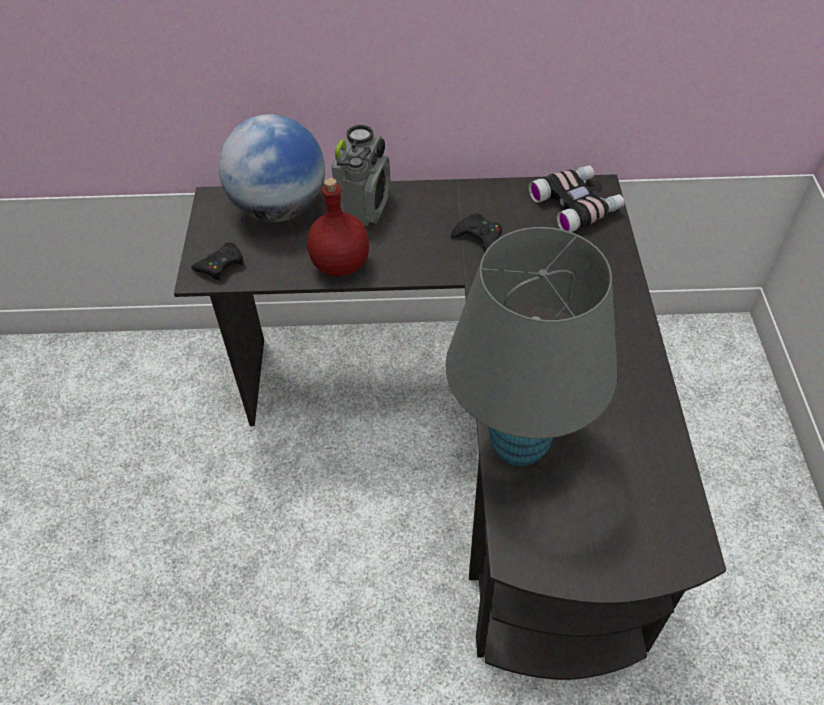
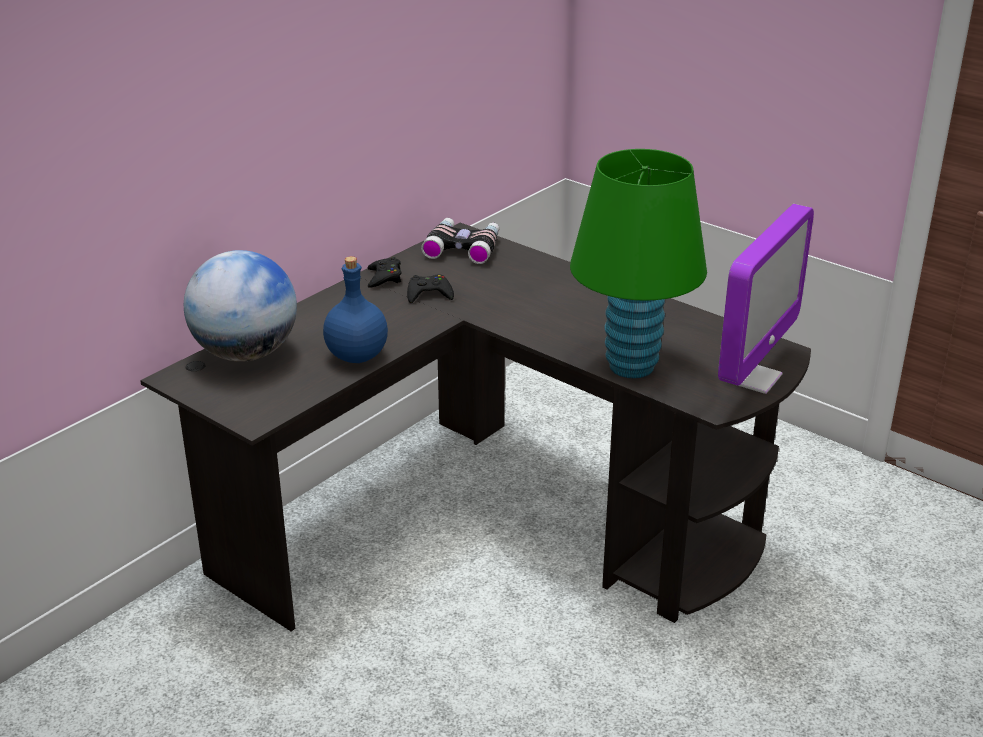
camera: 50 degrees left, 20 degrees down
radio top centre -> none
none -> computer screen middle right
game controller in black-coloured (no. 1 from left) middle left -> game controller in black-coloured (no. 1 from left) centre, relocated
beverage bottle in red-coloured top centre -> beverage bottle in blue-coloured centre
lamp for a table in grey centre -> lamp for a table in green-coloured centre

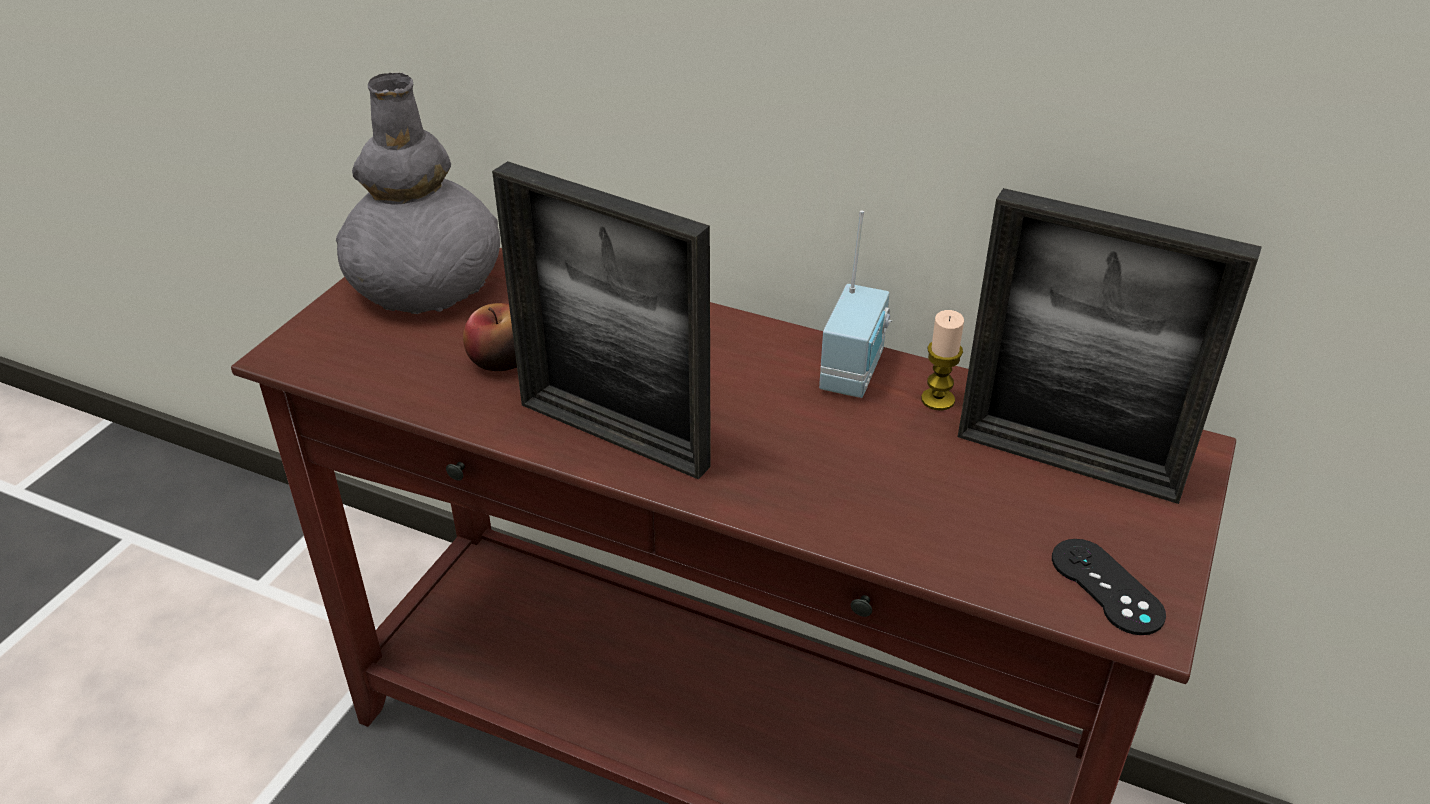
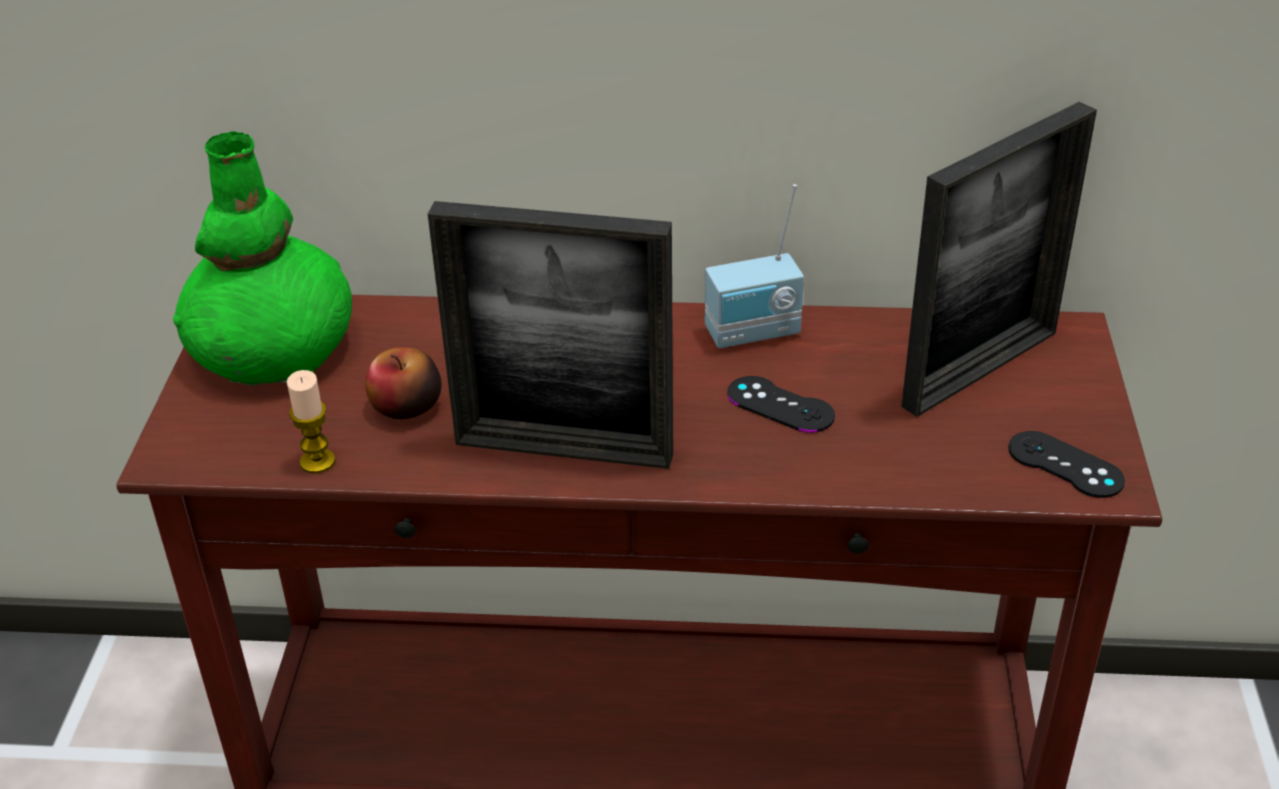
camera: 20 degrees left, 0 degrees up
none -> game controller in black-coloured (no. 1 from left) centre
wax light centre -> wax light middle left, relocated
vase in grey top left -> vase in green-coloured top left
radio centre, 75 degrees clockwise
standing frame (no. 2 from left) middle right -> standing frame (no. 2 from left) top right, 45 degrees counterclockwise

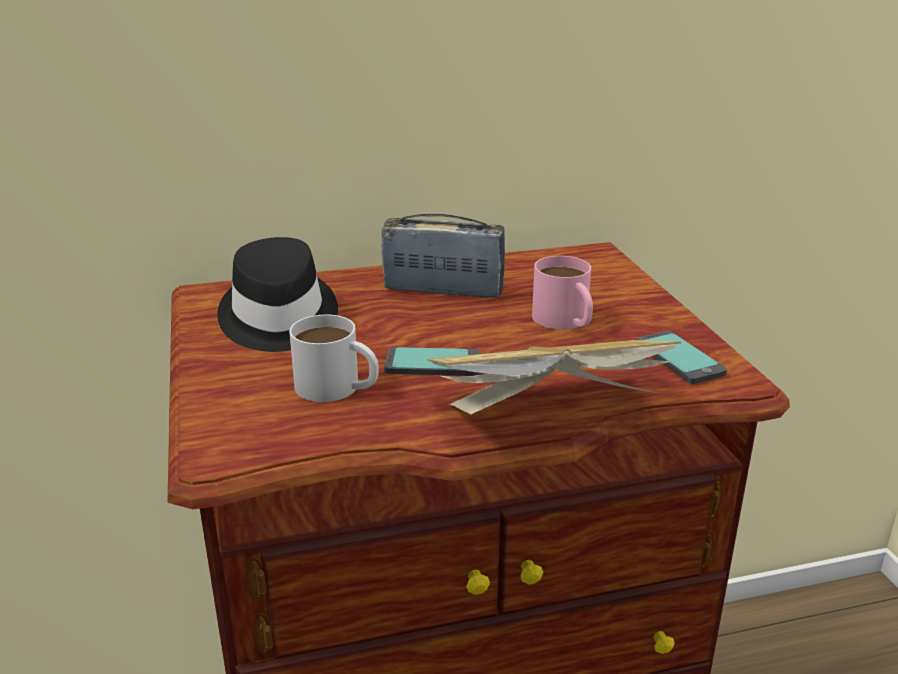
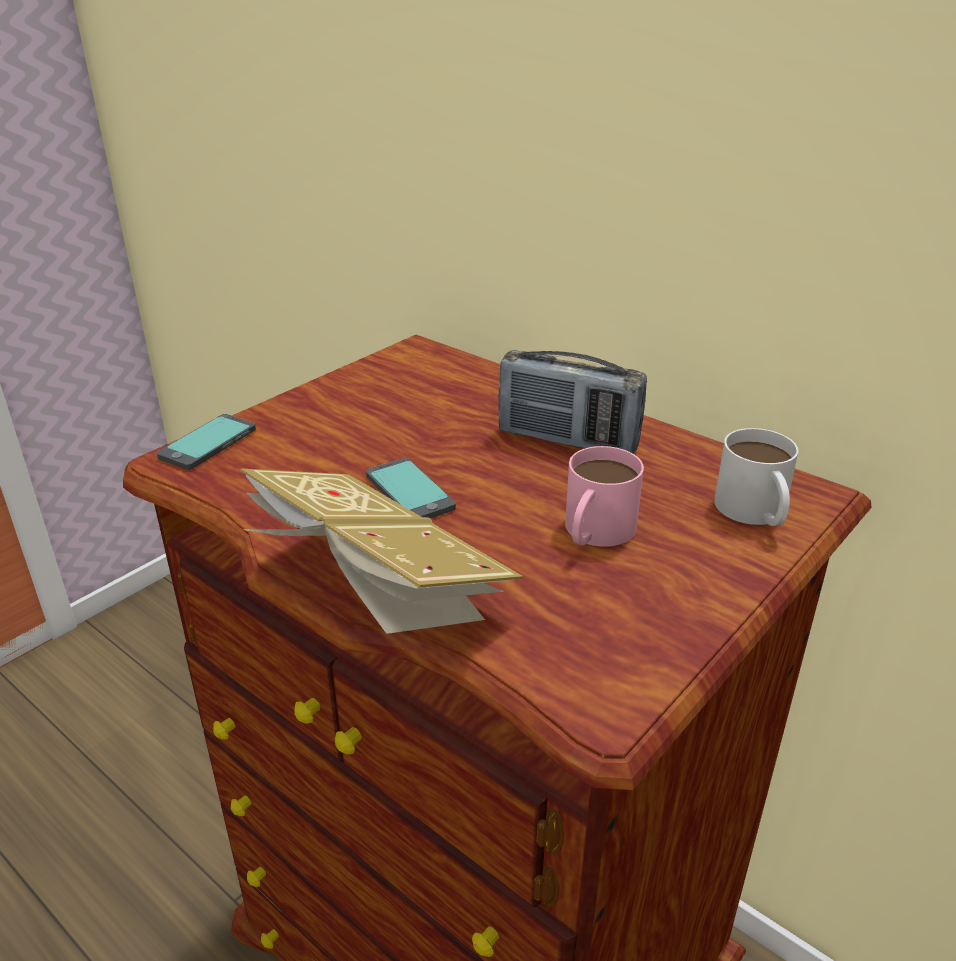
camera: 55 degrees right, 5 degrees up
clothing hat in black-coloured middle left -> none
tea mug in white centre -> tea mug in white middle right, relocated
handset (no. 2 from left in the first image) middle right -> handset (no. 1 from left) middle left, relocated
radio centre, 135 degrees clockwise

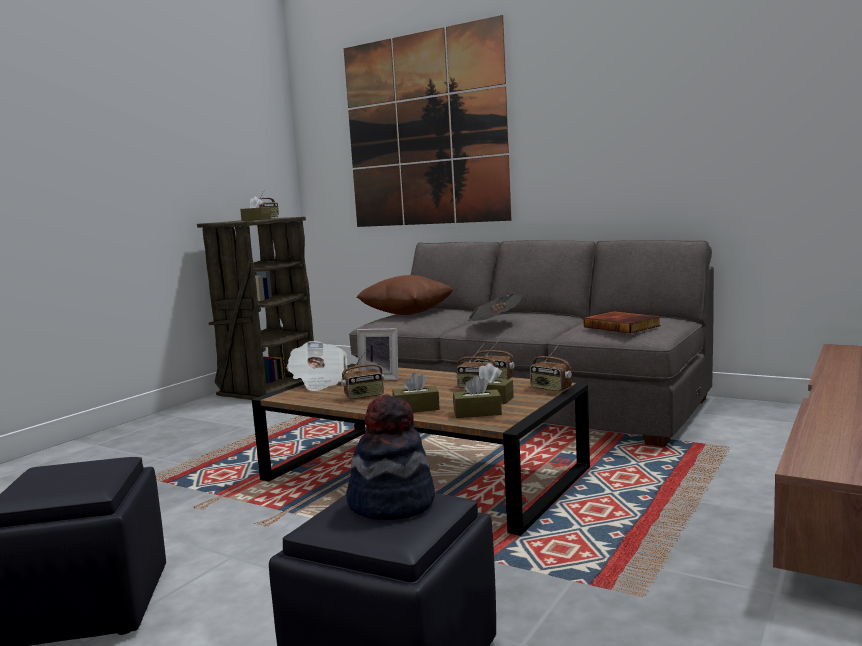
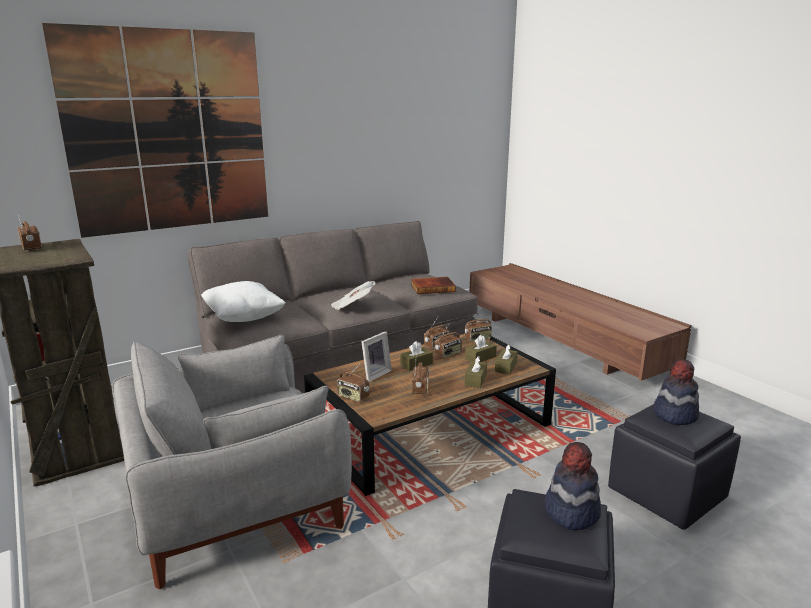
camera: 65 degrees left, 10 degrees up
none -> armchair in grey bottom left
none -> clothing hat (no. 1 from left) bottom right
box of tissues in brown (no. 1 from left) top left -> box of tissues in brown (no. 1 from left) centre, relocated
daily paper (no. 1 from left) centre -> radio (no. 2 from left) centre
pillow in brown centre -> pillow in white middle left

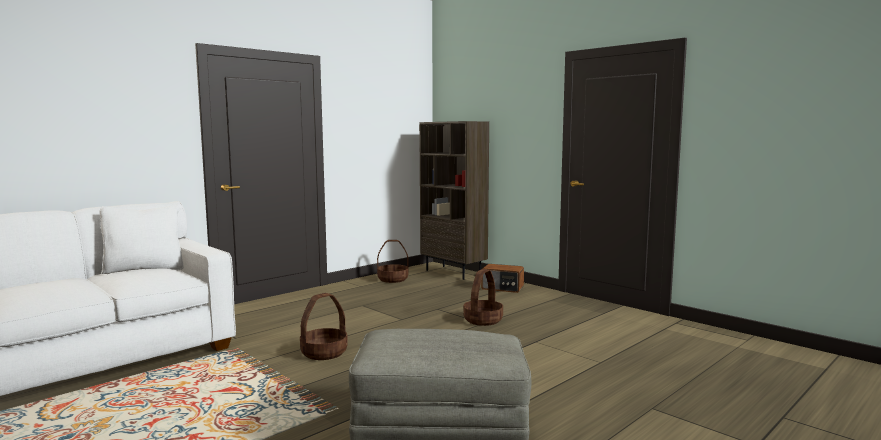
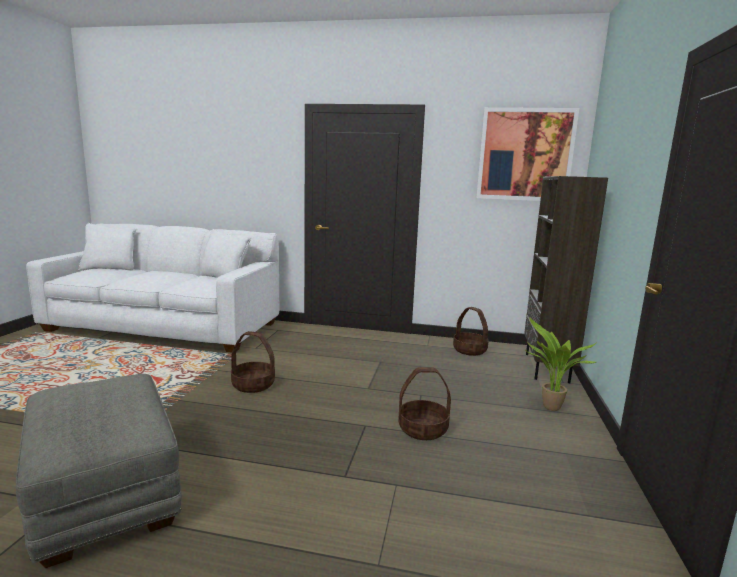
camera: 55 degrees right, 5 degrees up
none -> picture top right
radio centre -> houseplant middle right

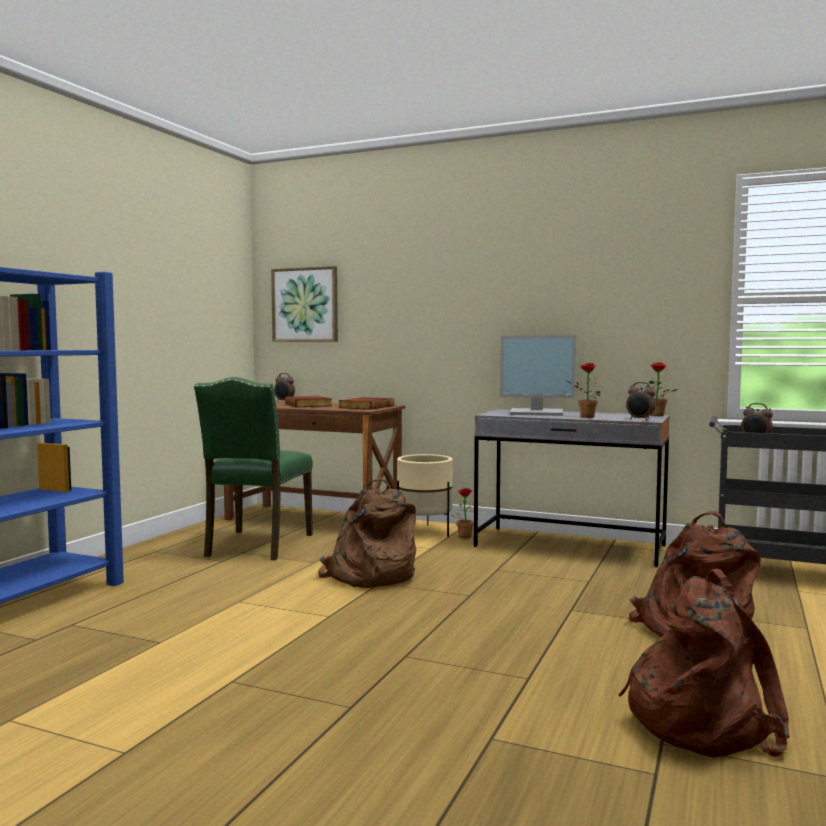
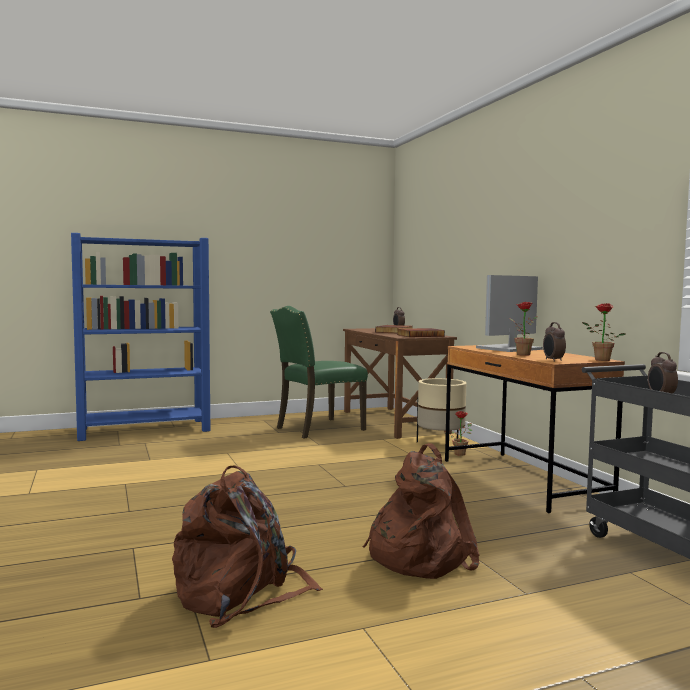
camera: 45 degrees right, 0 degrees up
picture centre -> none
rucksack in brown (no. 1 from left) centre -> none
desk in grey middle right -> desk in brown (no. 2 from left) middle right
computer screen centre -> computer screen middle right, 90 degrees clockwise

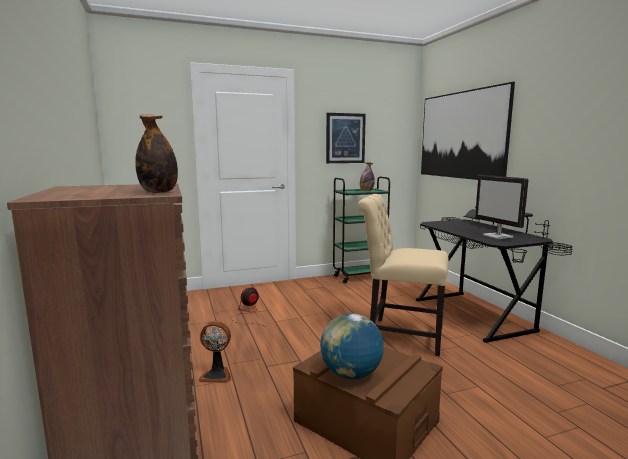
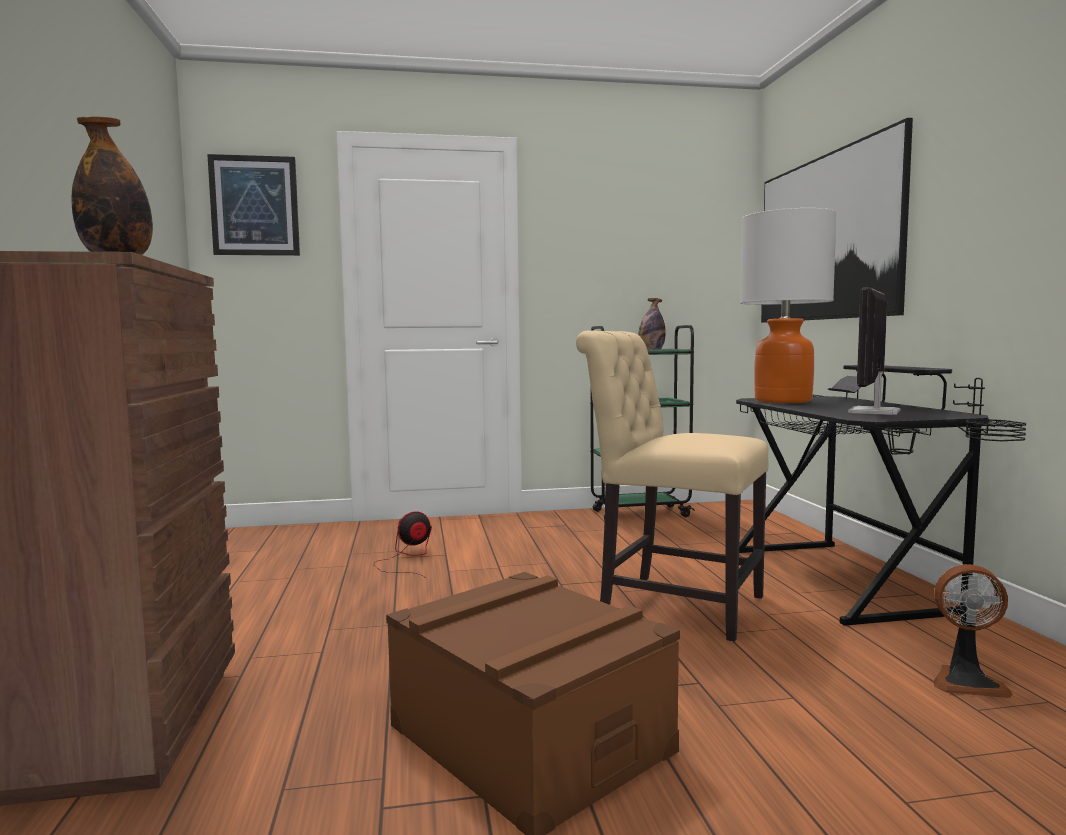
camera: 10 degrees right, 5 degrees down
world globe bottom centre -> none
none -> lamp for a table middle right
cooling fan (no. 1 from left in the first image) bottom centre -> cooling fan (no. 2 from left) bottom right, relocated
picture (no. 1 from left) top centre -> picture (no. 1 from left) top left, relocated
computer screen middle right, 45 degrees clockwise

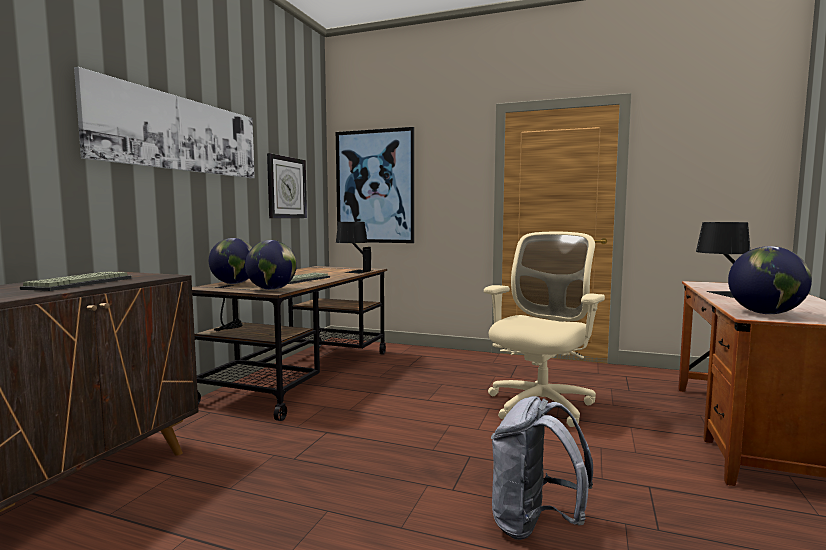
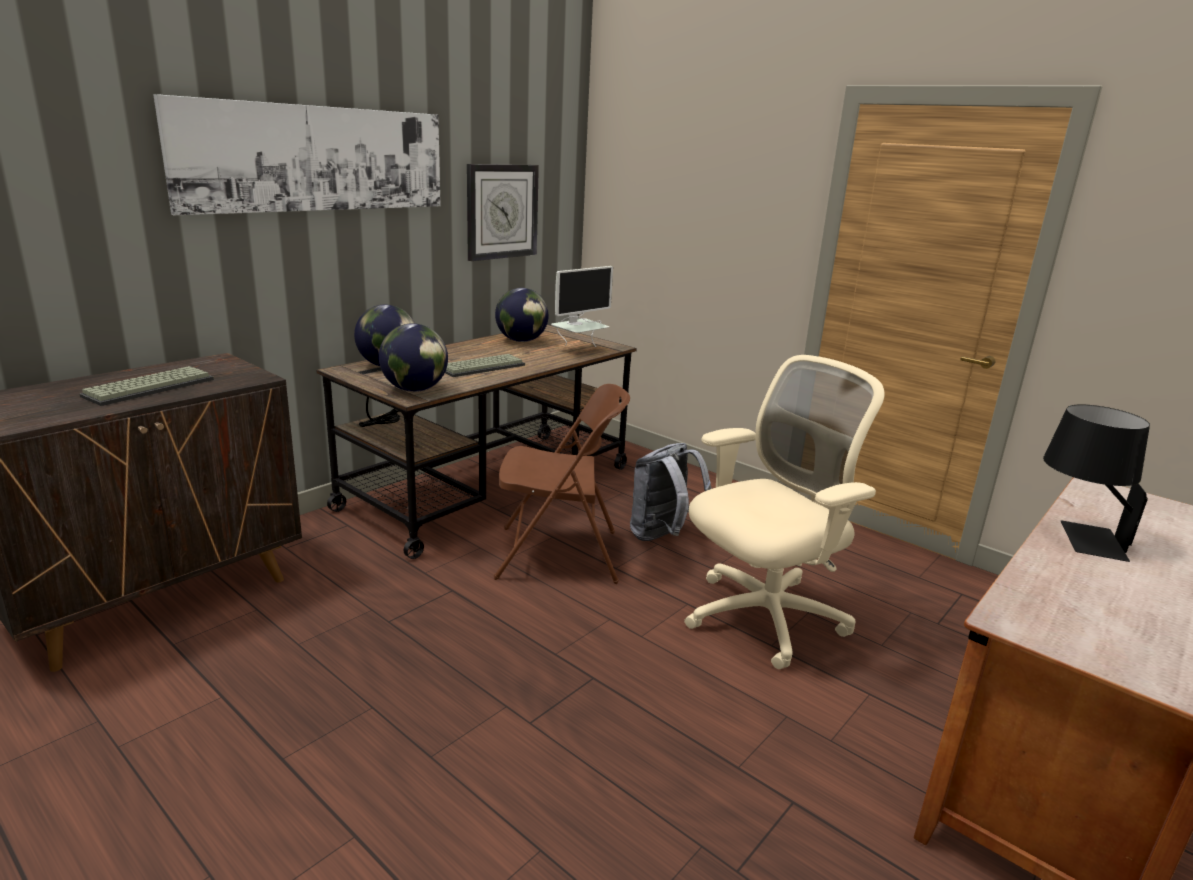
camera: 20 degrees right, 15 degrees up
picture (no. 2 from left) centre -> none
none -> plain chair in brown centre
rucksack in grey bottom centre -> rucksack in grey centre, relocated
world globe (no. 3 from left) middle right -> world globe (no. 3 from left) centre, relocated
lamp for a table in black-coloured (no. 1 from left) centre -> computer screen centre

